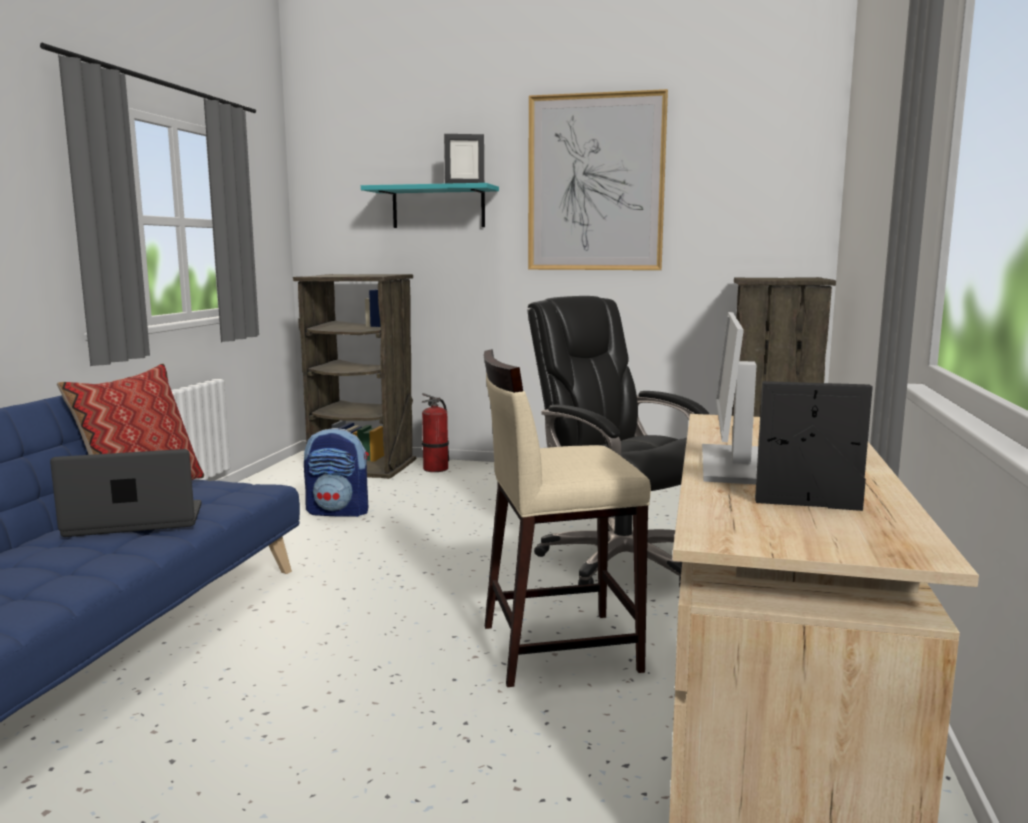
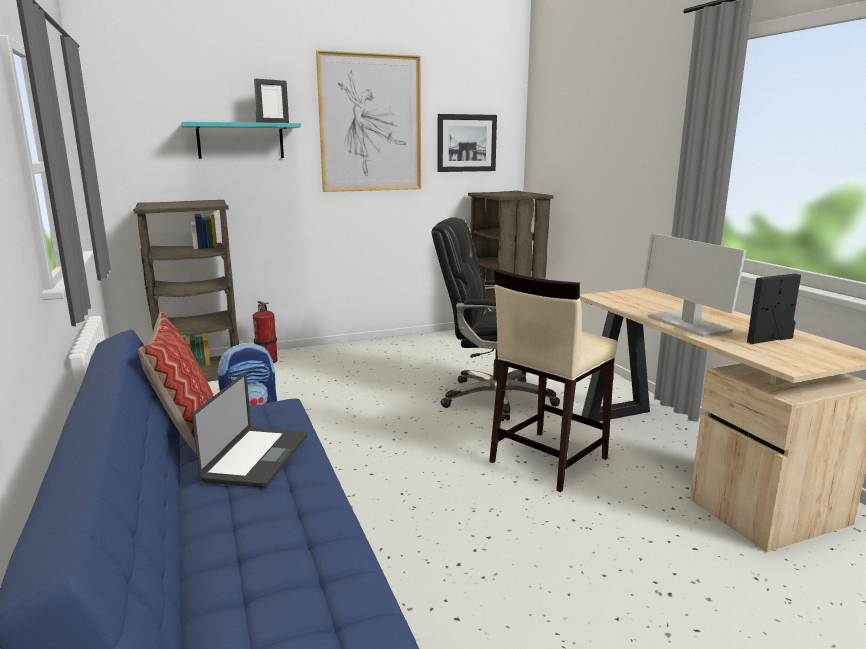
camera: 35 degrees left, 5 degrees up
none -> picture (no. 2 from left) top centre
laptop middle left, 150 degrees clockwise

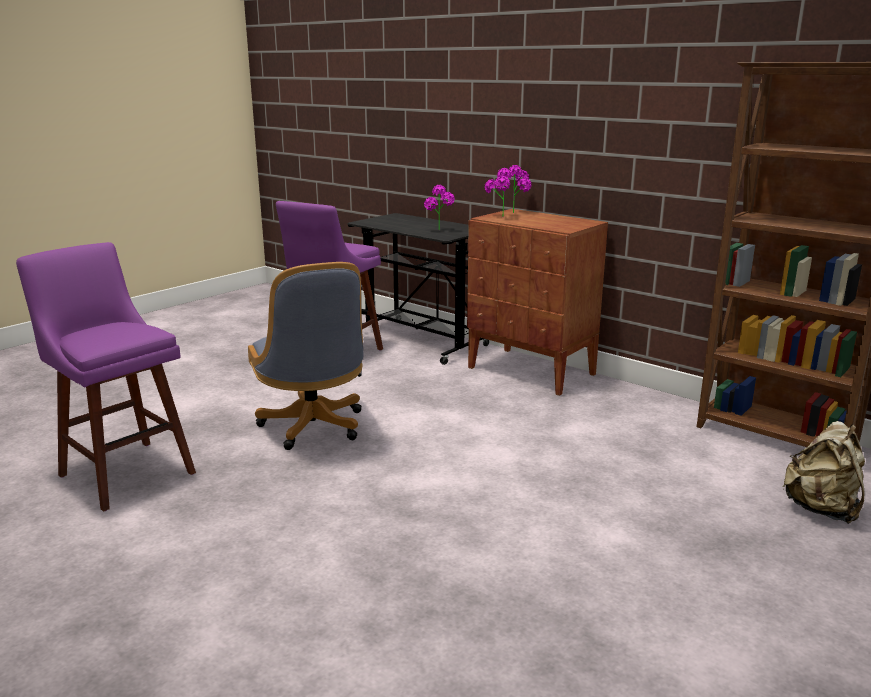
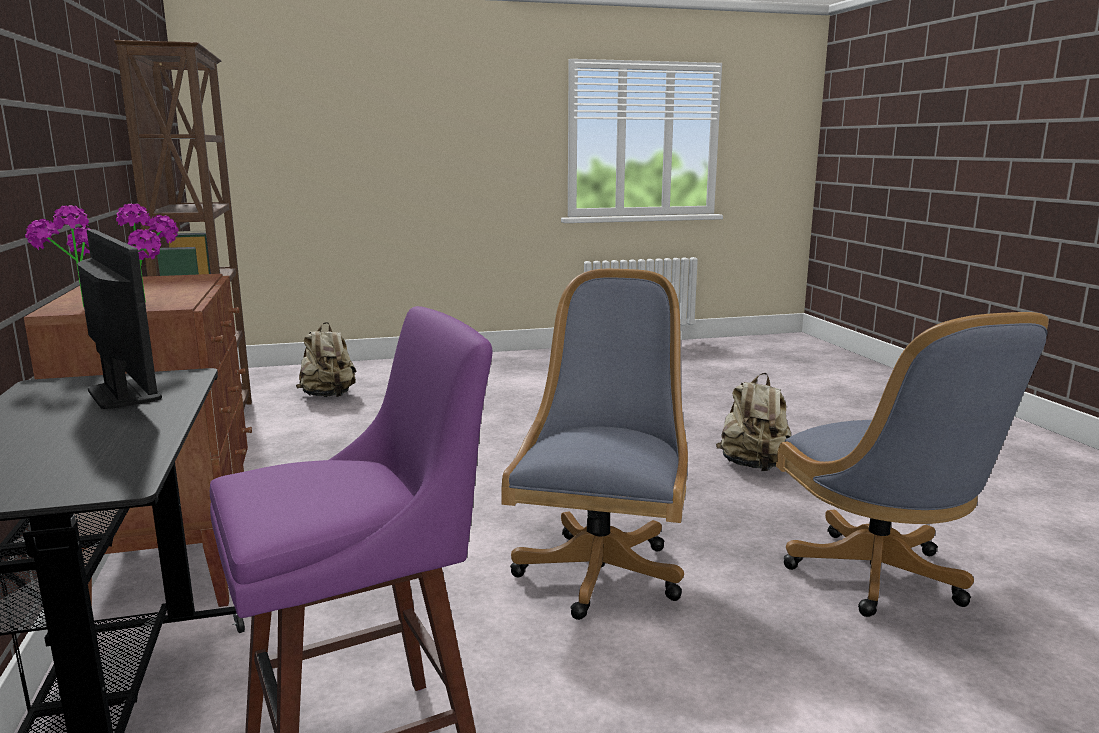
camera: 145 degrees left, 5 degrees down
none -> rucksack in beige (no. 2 from left) middle right
stool seat in purple (no. 1 from left) middle left -> office chair in blue-coloured (no. 2 from left) middle right
houseplant (no. 1 from left) top centre -> computer screen middle left

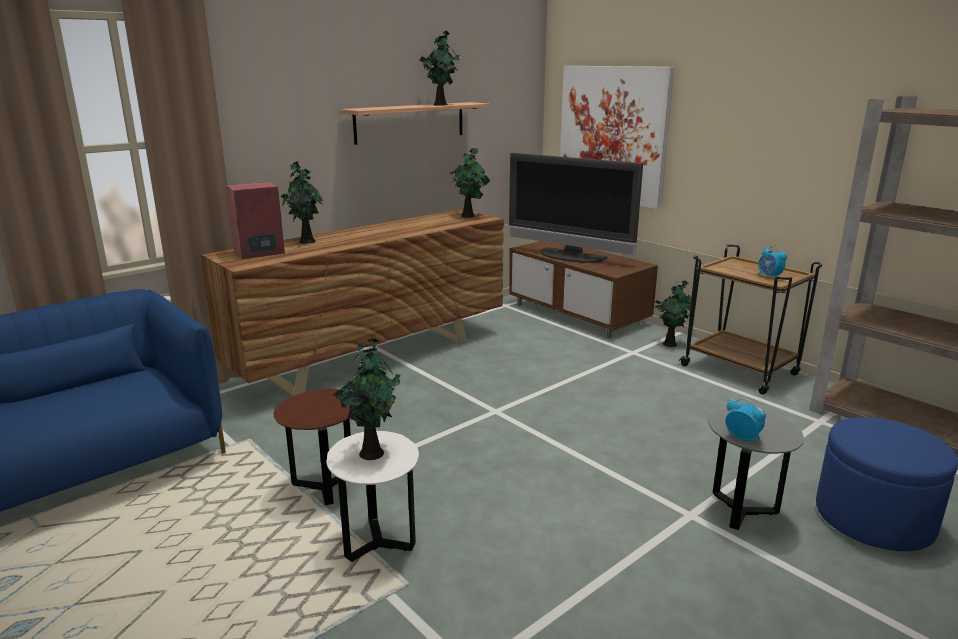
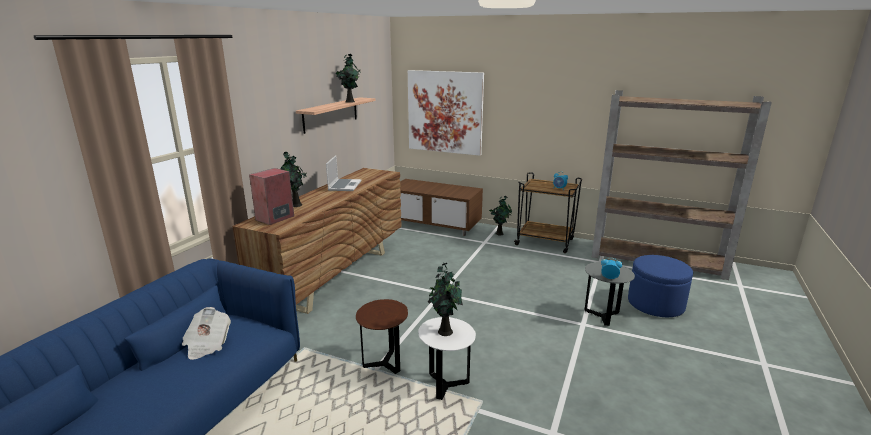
camera: 25 degrees left, 0 degrees up
houseplant (no. 4 from left) top centre -> none
TV top centre -> none
none -> daily paper bottom left
none -> laptop centre

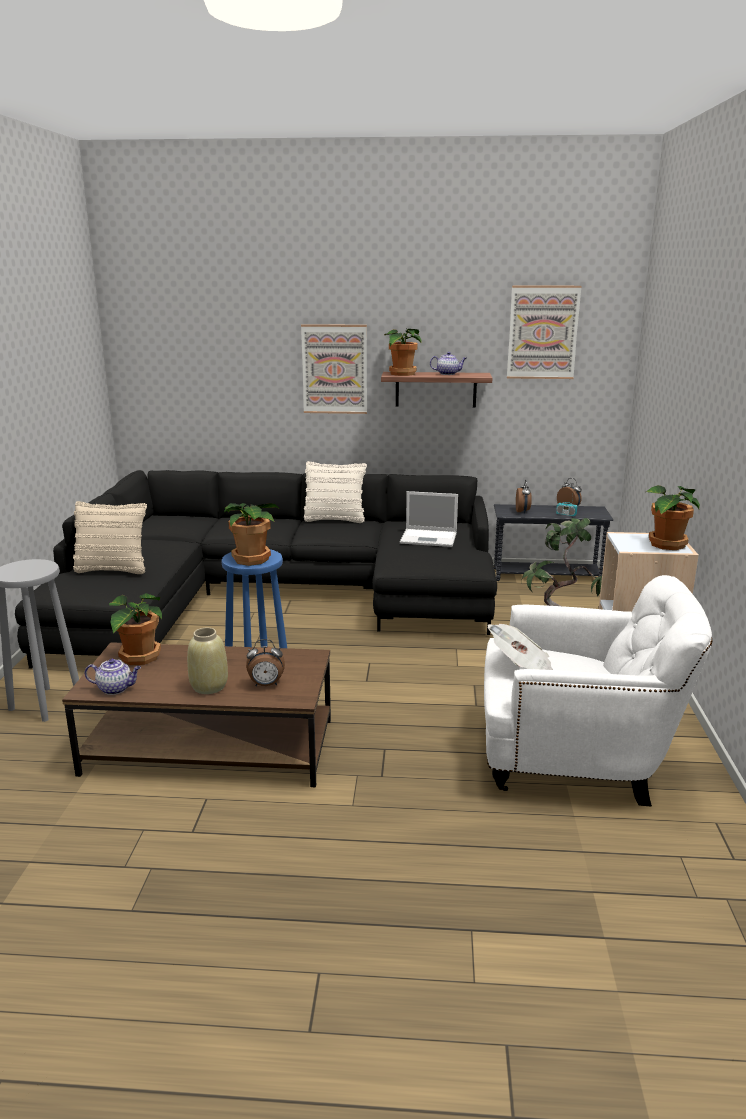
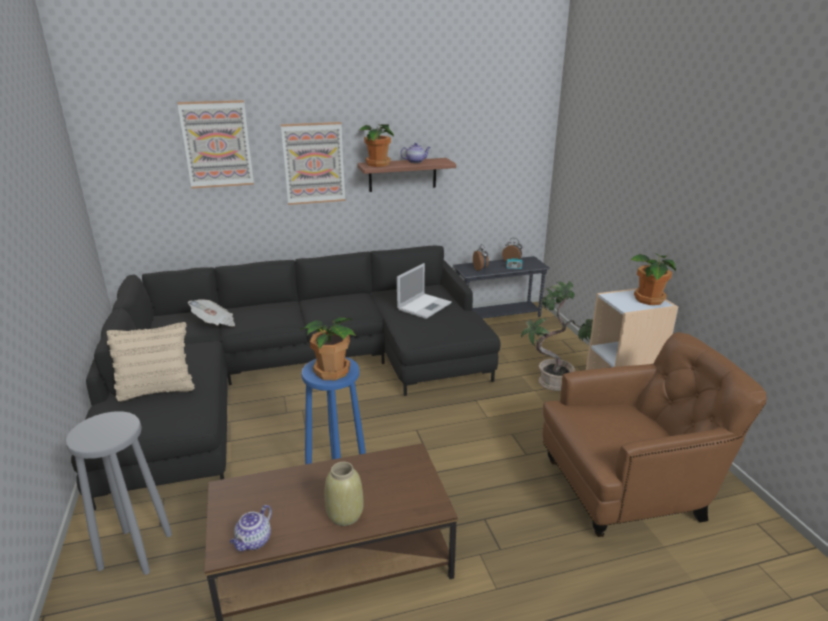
camera: 20 degrees left, 5 degrees up
houseplant (no. 1 from left) middle left -> none
table clock (no. 1 from left) centre -> none
pillow in beige (no. 2 from left) centre -> none
daily paper middle right -> daily paper middle left, relocated
picture (no. 2 from left in the first image) top right -> picture (no. 1 from left) top left, relocated
armchair in white middle right -> armchair in brown bottom right
teapot (no. 1 from left) middle left -> teapot (no. 1 from left) bottom left, 135 degrees clockwise
laptop centre, 45 degrees counterclockwise

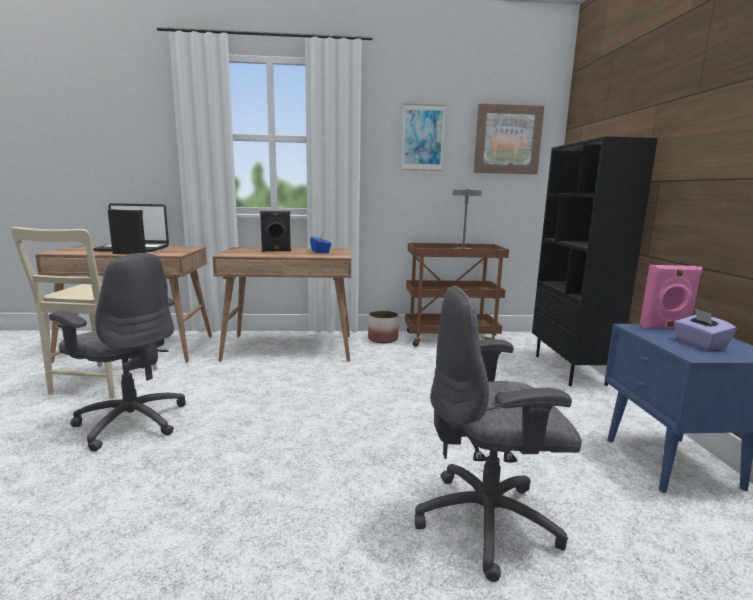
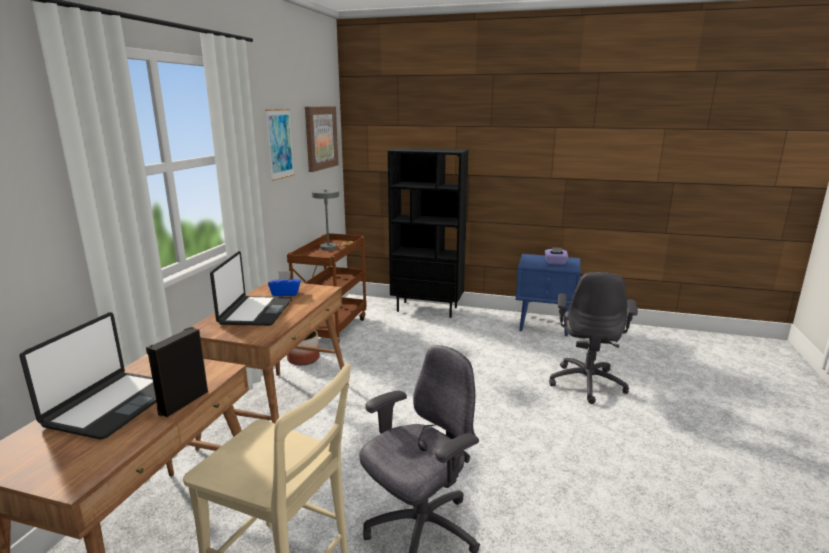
camera: 70 degrees left, 5 degrees up
loudspeaker in pink middle right -> none
loudspeaker in black-coloured (no. 2 from left) centre -> laptop (no. 2 from left) middle left

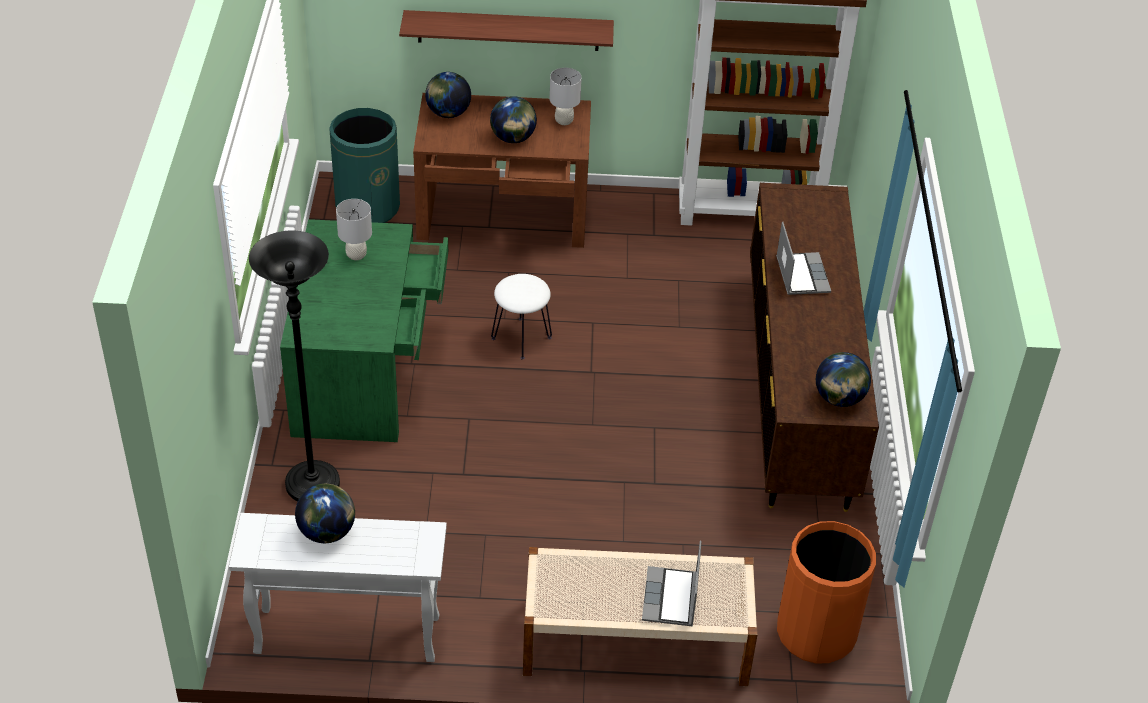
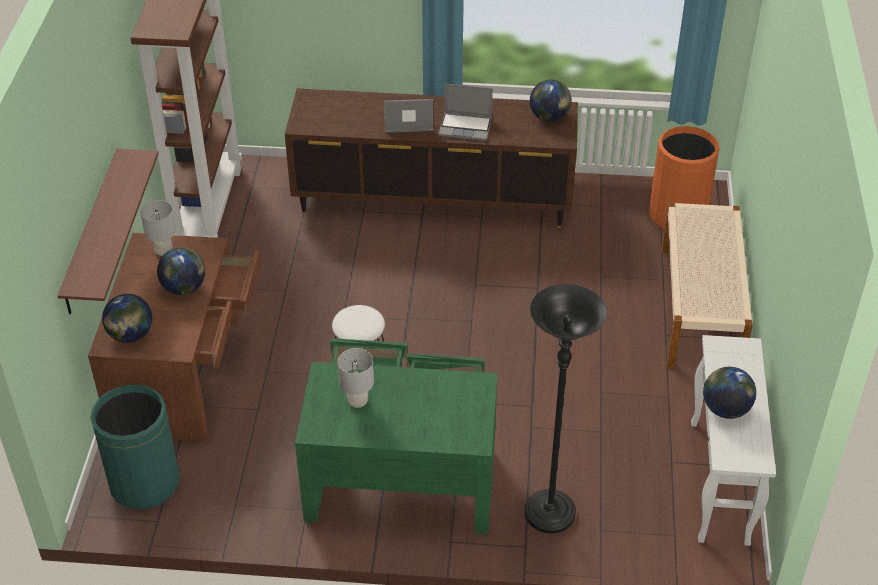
camera: 85 degrees left, 0 degrees up
laptop (no. 1 from left in the first image) bottom centre -> laptop (no. 2 from left) top centre, relocated

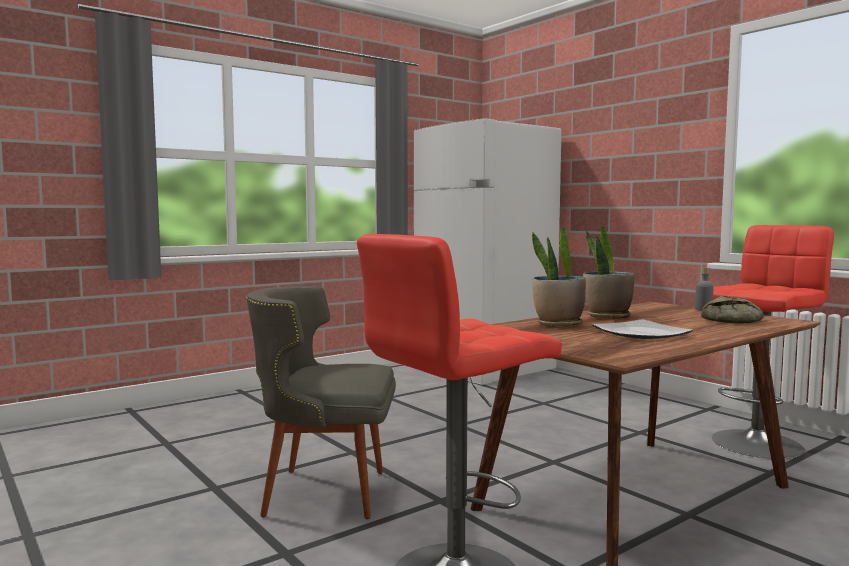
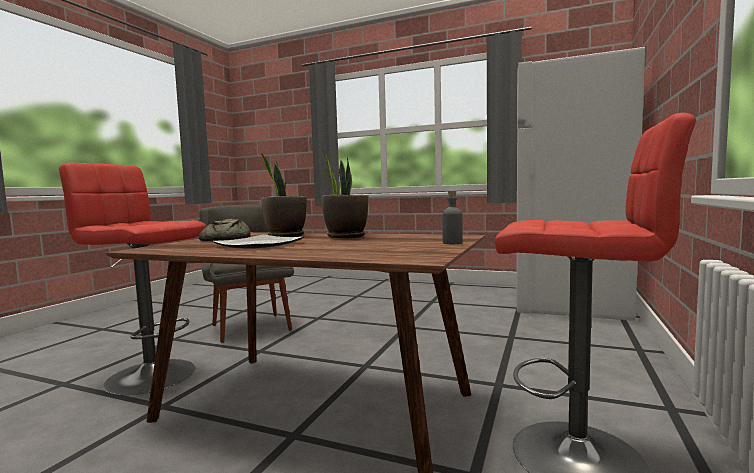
camera: 60 degrees right, 0 degrees up
baked bread middle right -> baked bread middle left, relocated

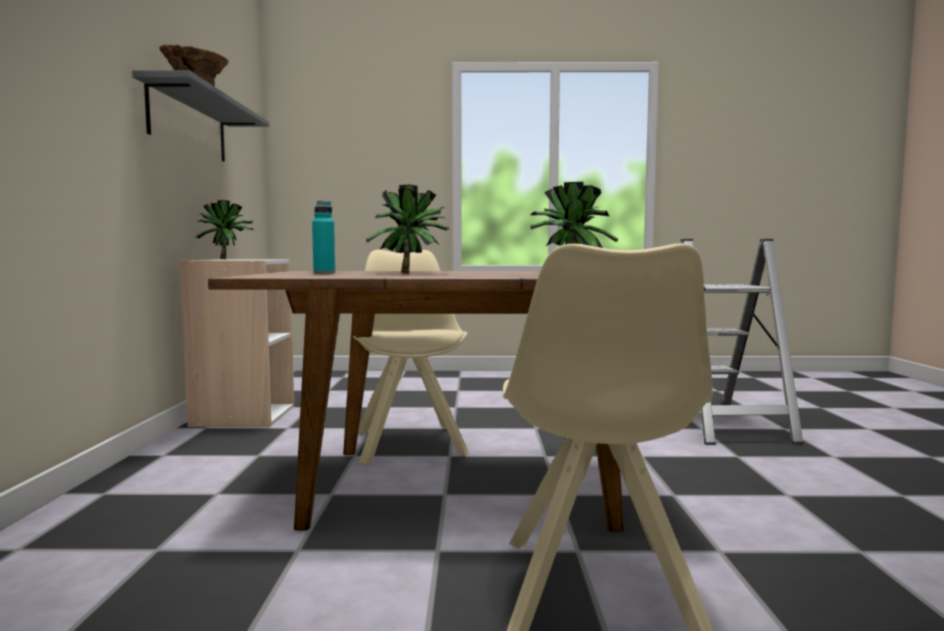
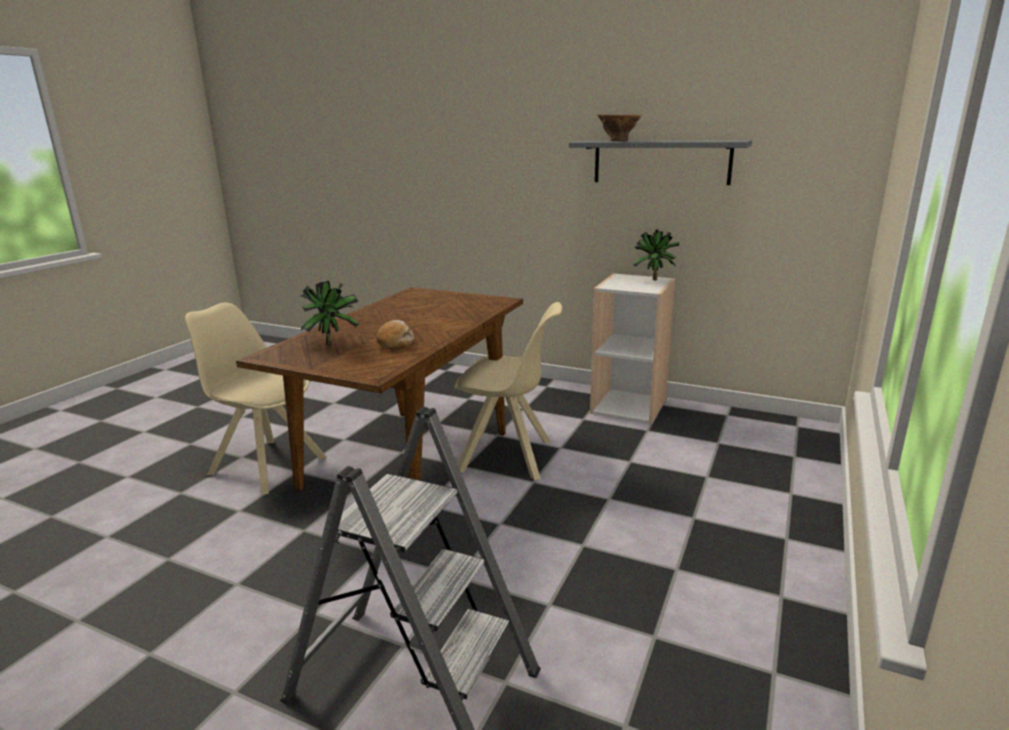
camera: 115 degrees right, 15 degrees up
beverage bottle in turquoise-coloured centre -> none
houseplant (no. 2 from left) centre -> none
none -> baked bread centre

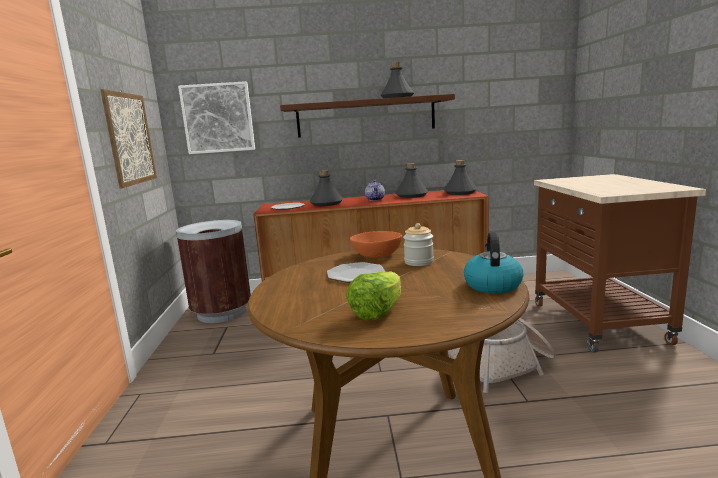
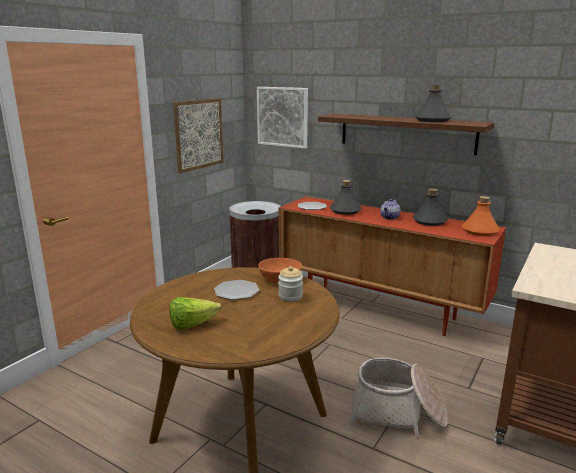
camera: 35 degrees right, 5 degrees up
tea kettle middle right -> none
beverage bottle in grey (no. 4 from left) centre -> beverage bottle in orangey middle right

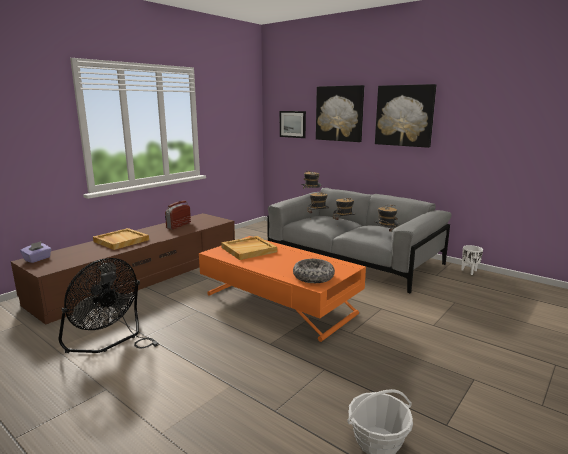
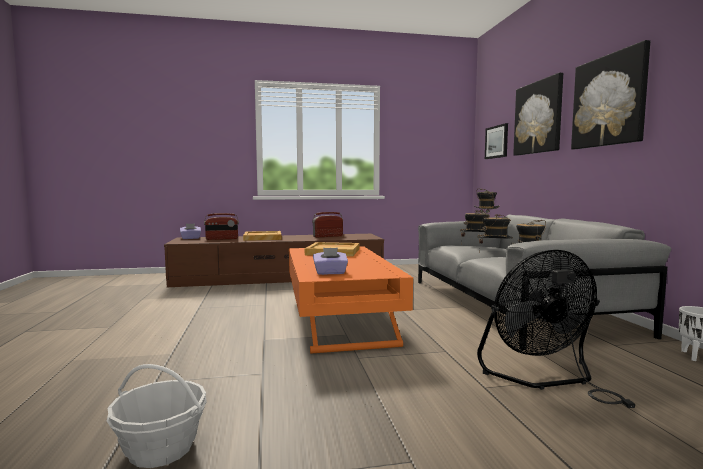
camera: 40 degrees right, 10 degrees down
none -> radio (no. 1 from left) middle left
cooling fan in black-coloured bottom left -> cooling fan in black-coloured bottom right, relocated
serving bowl centre -> box of tissues in purple (no. 2 from left) centre

